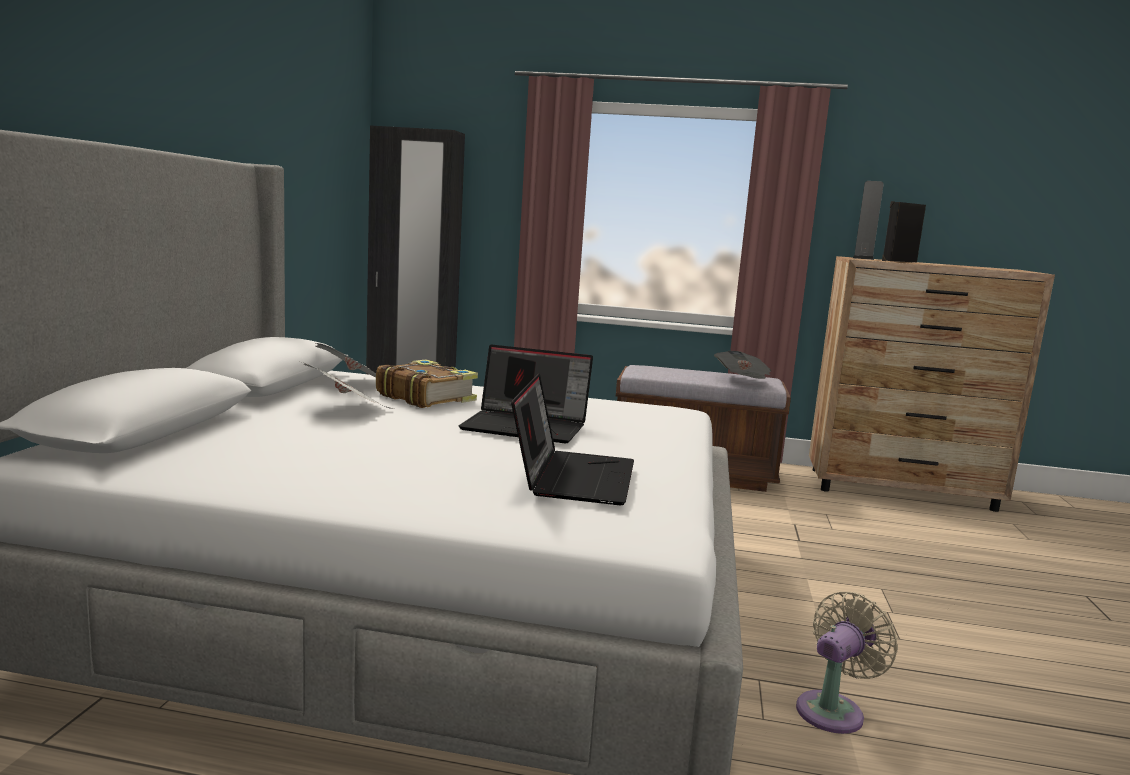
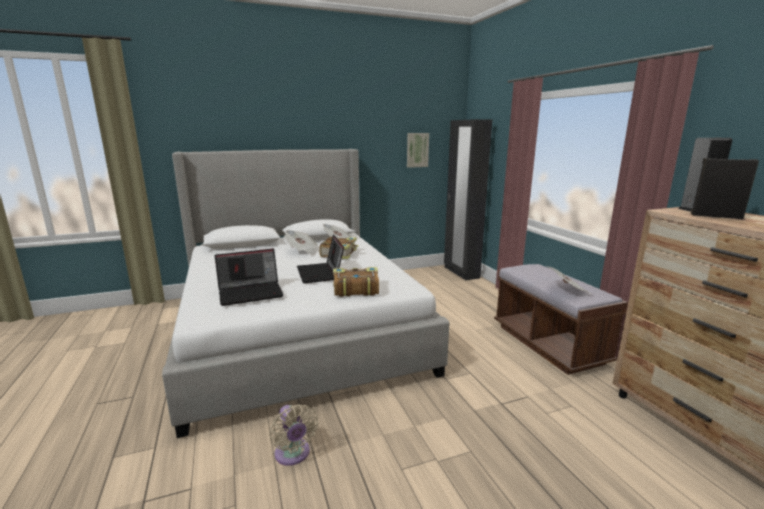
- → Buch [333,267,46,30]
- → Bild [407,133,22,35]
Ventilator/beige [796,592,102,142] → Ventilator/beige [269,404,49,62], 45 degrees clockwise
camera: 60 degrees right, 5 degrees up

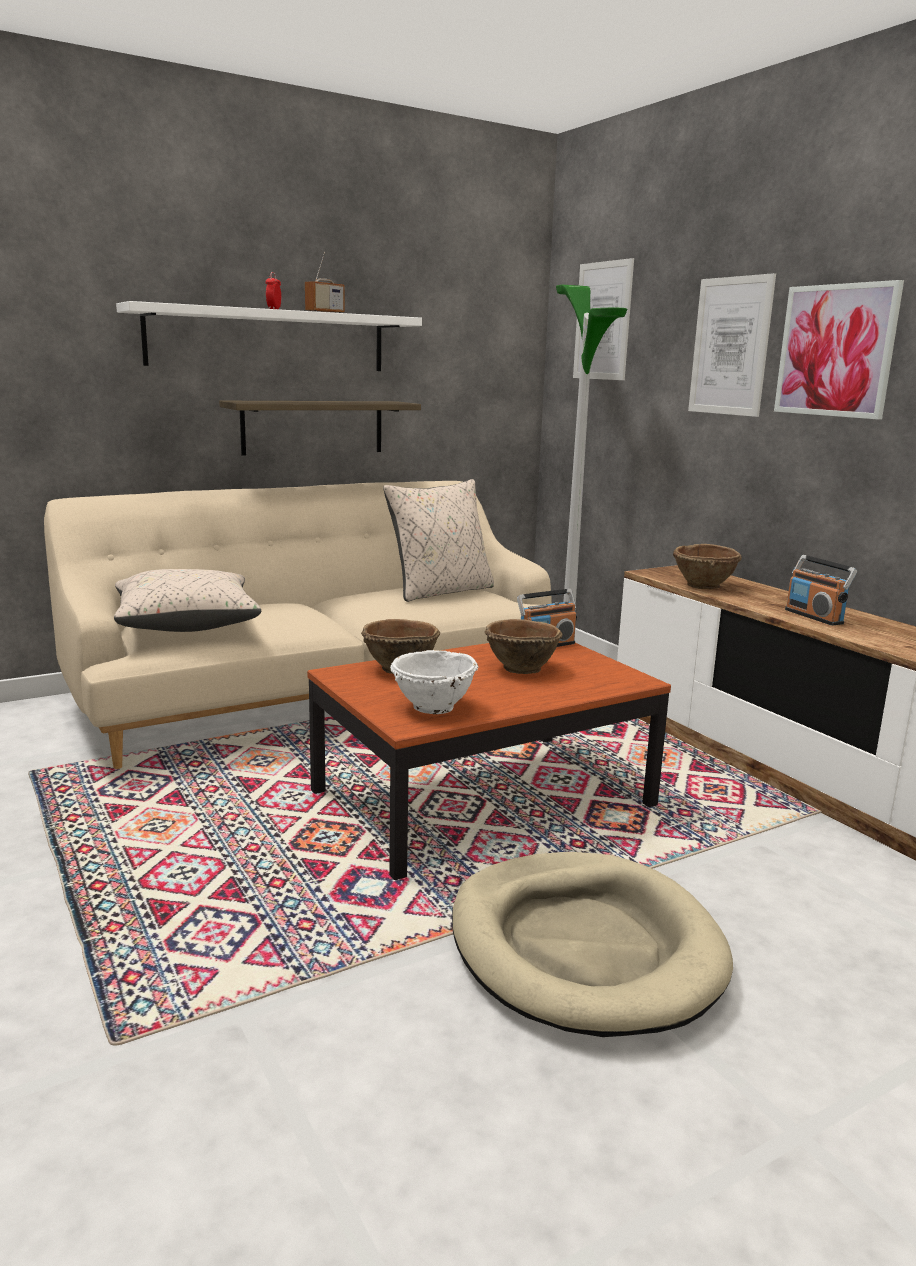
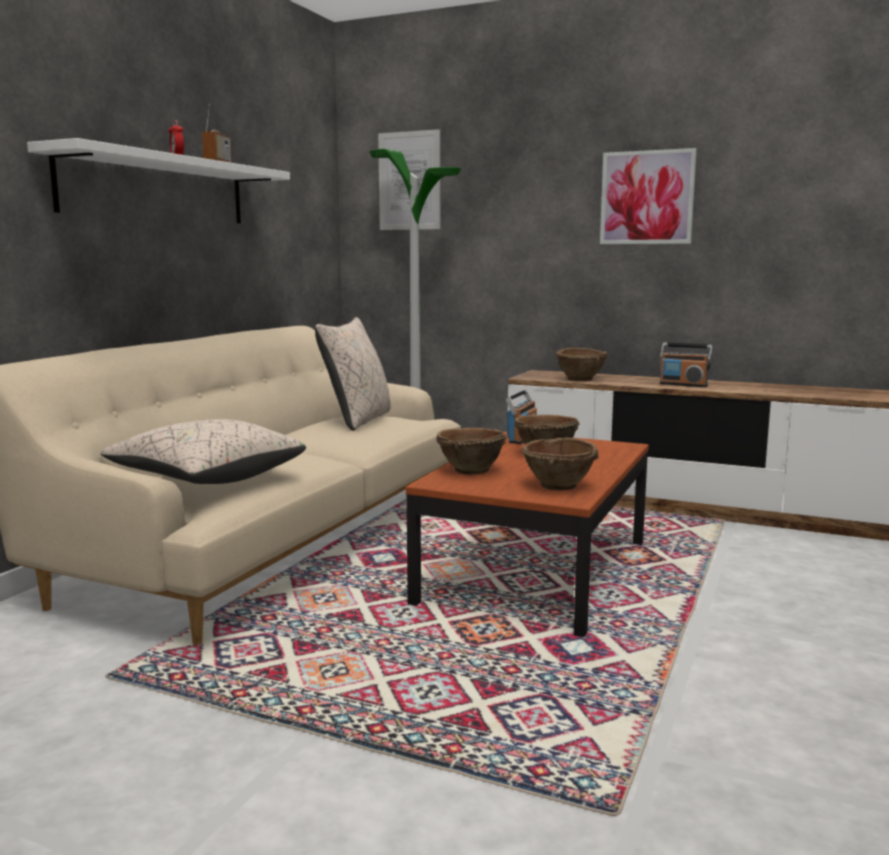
Wandregal [219,401,202,55] → -
Hundebett/beige [452,852,281,185] → -
Bild [688,273,88,144] → -
Schüssel/weiß [390,650,88,64] → Schüssel/braun [521,438,78,52]
camera: 35 degrees left, 5 degrees down

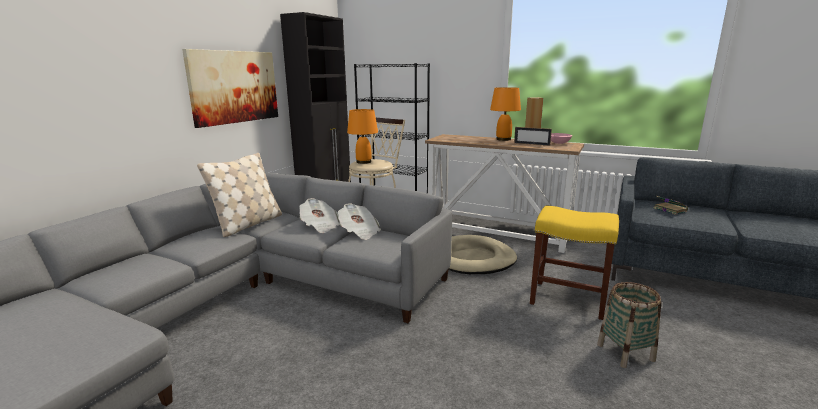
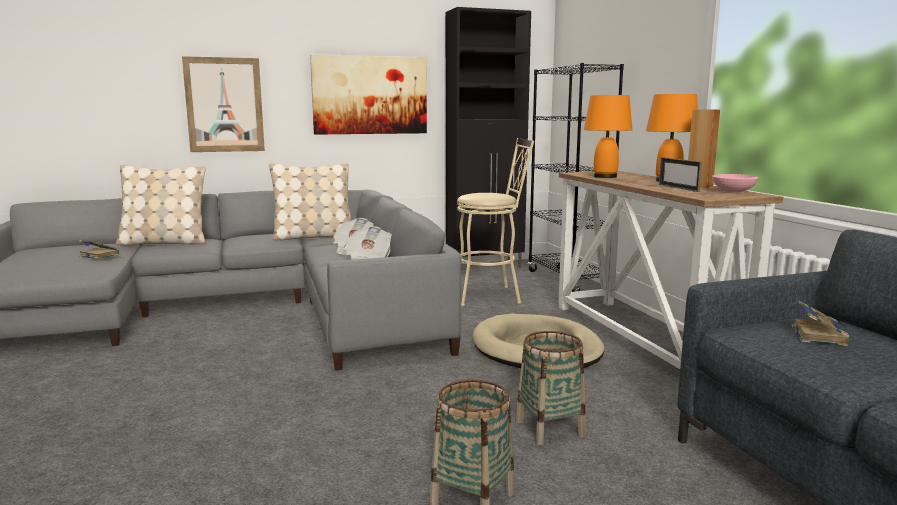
- → Buch [79,240,40,19]
- → Kissen/beige [116,165,90,80]
- → Bild [182,56,83,96]
Tischlampe/orange [347,109,31,55] → Tischlampe/orange [584,95,48,83], relocated
Hocker/gelb [530,206,89,114] → Korb [516,331,70,114]
camera: 45 degrees right, 5 degrees down

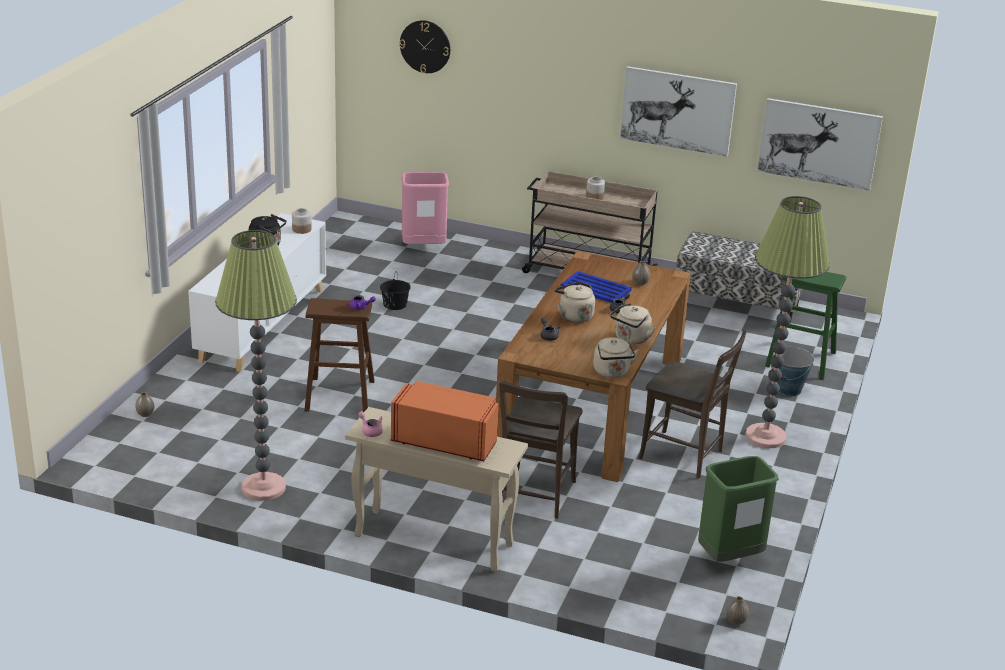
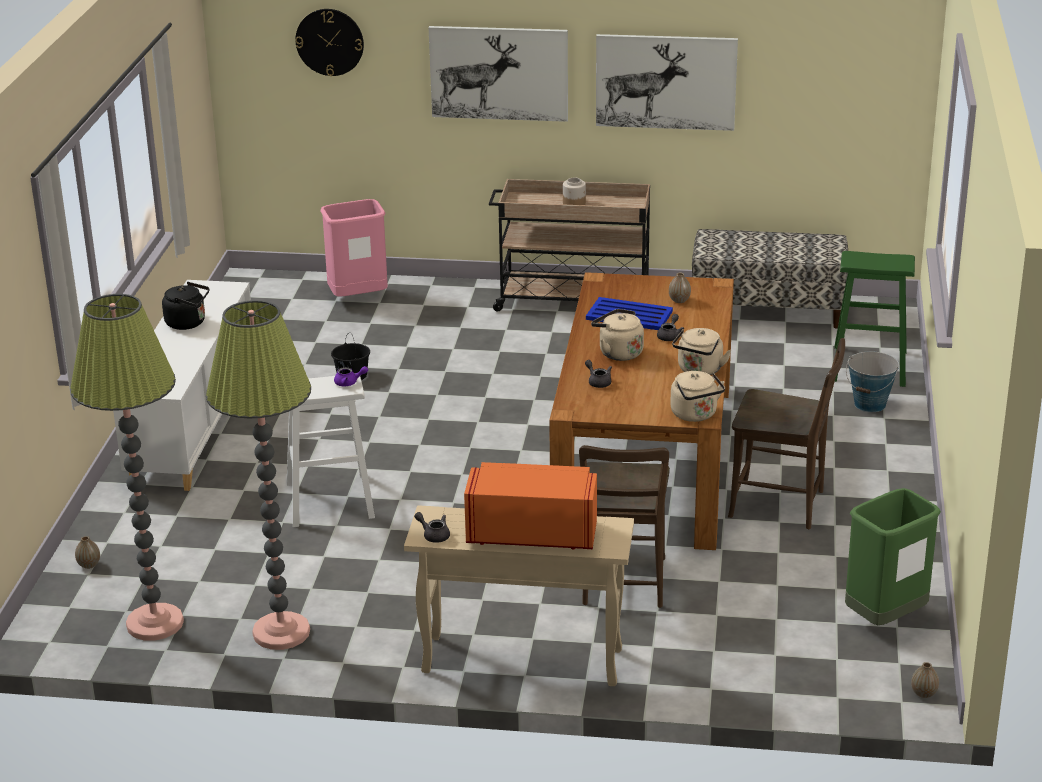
Vorratsglas [292,208,20,26] → -
Stehlampe [745,196,85,252] → Stehlampe [70,294,114,347], relocated
Bild [757,98,126,93] → Bild [429,26,139,96], relocated
Hocker/braun [304,298,71,114] → Hocker/weiß [287,373,88,154]
Teekanne/rosa [358,411,25,26] → Teekanne/grau [414,512,36,31]
camera: 10 degrees left, 0 degrees up

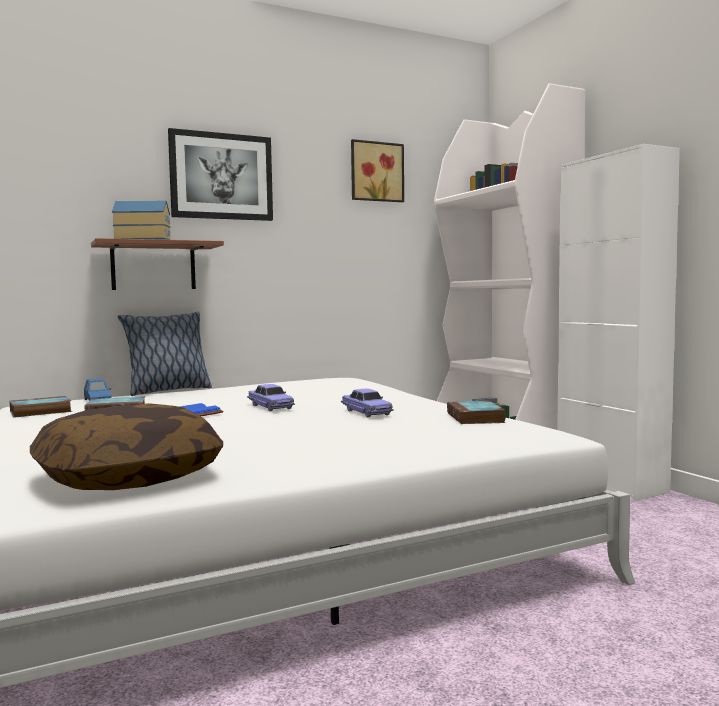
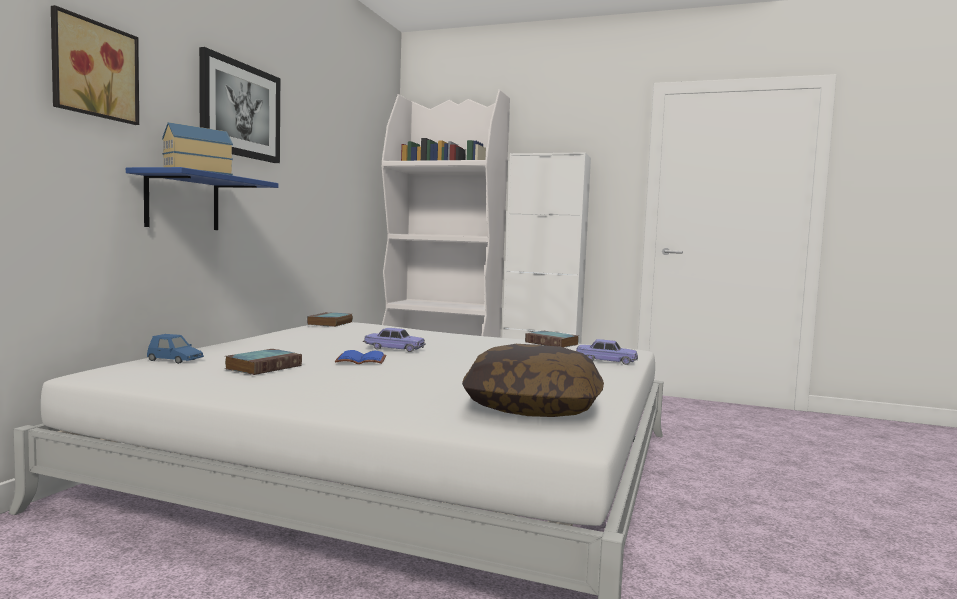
Kissen [118,311,94,85] → -
Buch [10,396,62,22] → Buch [307,312,46,15], relocated
Spielzeugauto [341,388,53,29] → Spielzeugauto [576,339,62,26], relocated
Bild [351,139,53,63] → Bild [51,5,88,120], relocated
Wandregal/braun [91,238,133,52] → Wandregal/blau [126,167,152,63]
camera: 45 degrees left, 0 degrees up

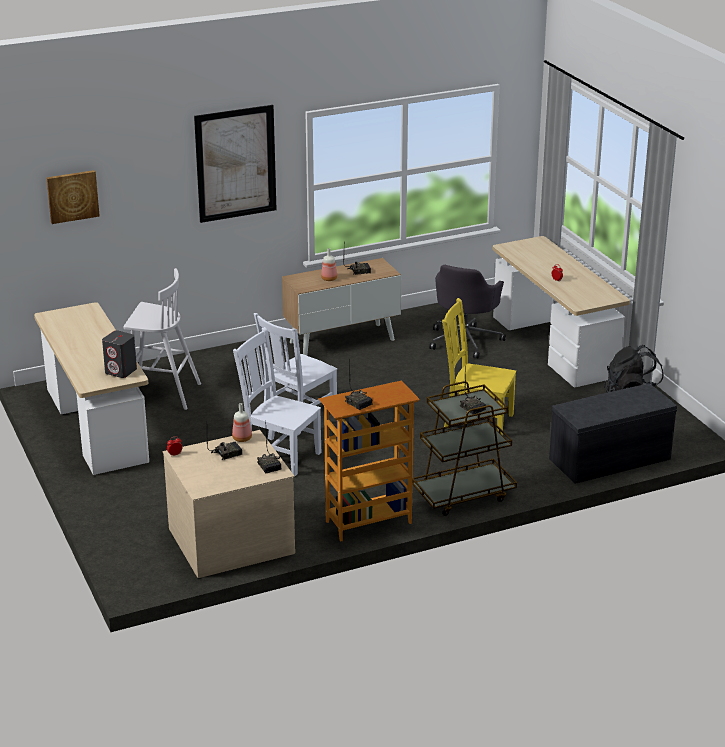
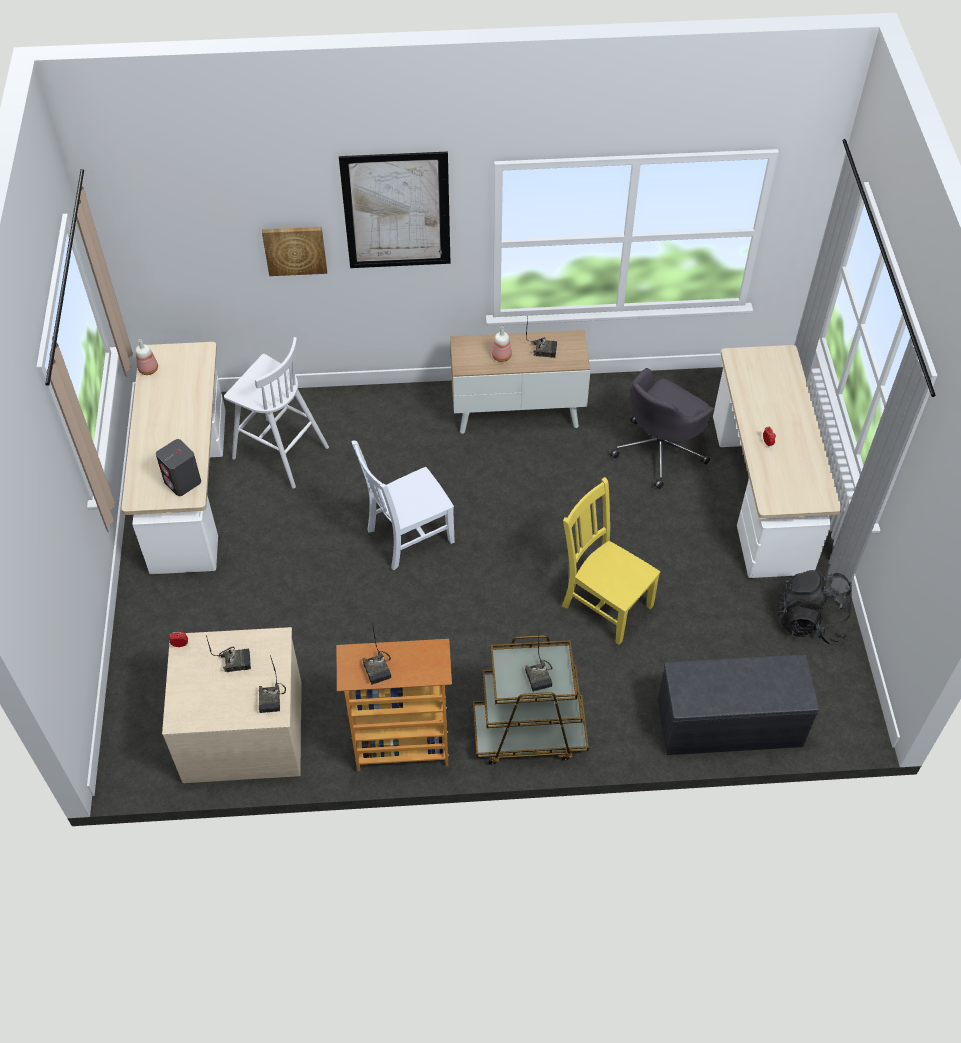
Stuhl/weiß [233,327,88,149] → -
Bild [46,170,54,54] → Bild [262,227,65,49], relocated
Flasche [232,403,20,39] → Flasche [136,339,22,36], relocated
camera: 20 degrees right, 25 degrees up

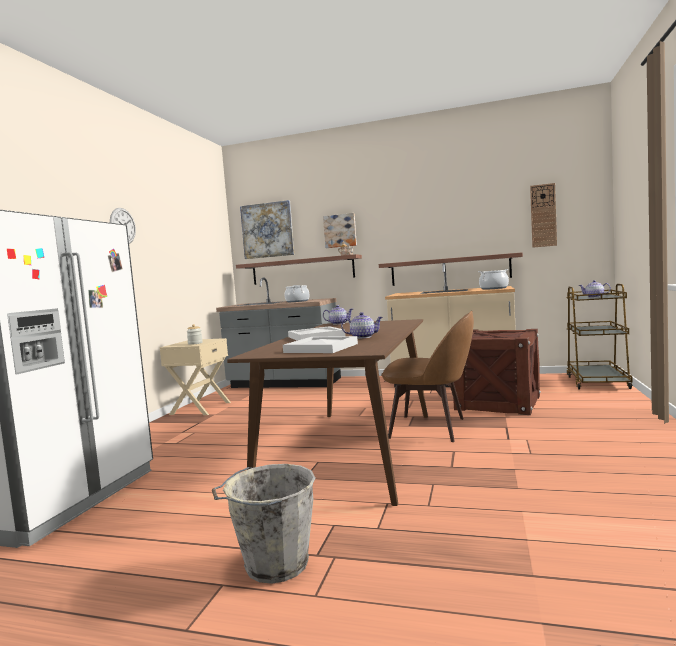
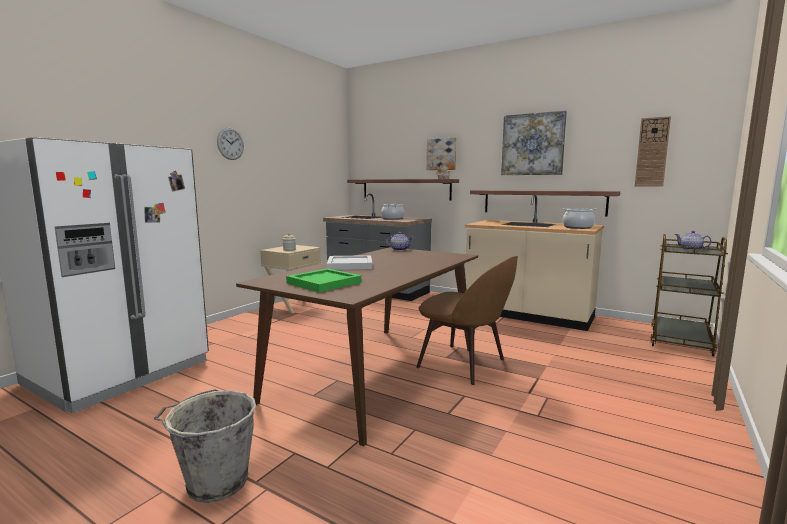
Teekanne [341,312,42,26] → -
Kiste [453,329,88,86] → -
Bild [240,200,54,59] → Bild [501,110,66,65], relocated
Tablett/weiß [283,336,75,17] → Tablett/grün [286,269,75,23]
camera: 15 degrees right, 5 degrees up

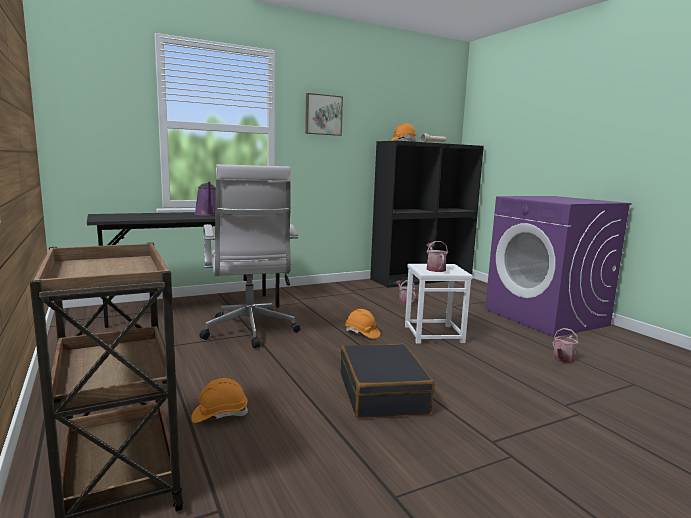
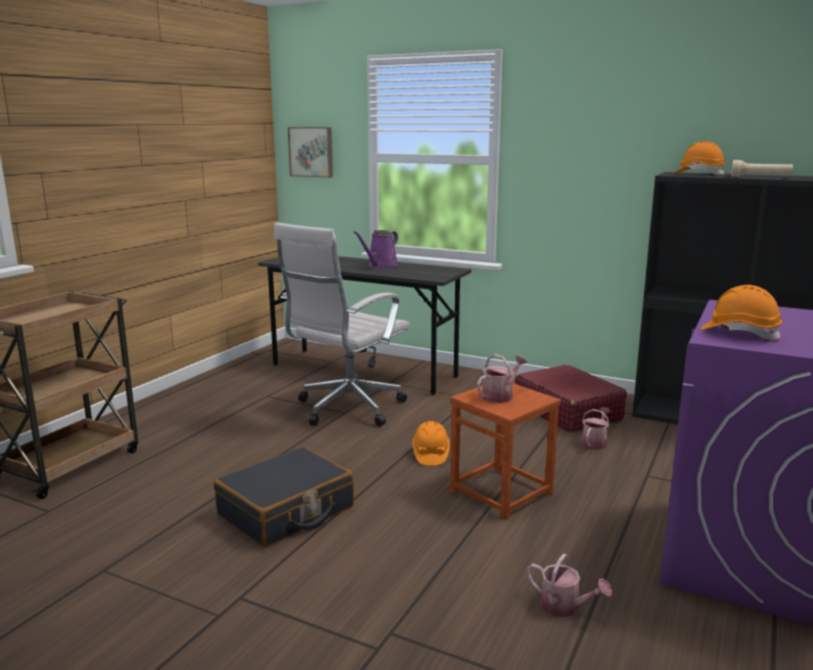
- → Koffer/rot [515,365,112,67]
Schutzhelm/orange [191,378,57,45] → Schutzhelm/orange [701,285,81,55], relocated
Bild [305,93,38,43] → Bild [288,127,45,51], relocated
Hocker/weiß [405,264,68,80] → Hocker/braun [450,383,111,137]
Gießkanne [552,328,27,35] → Gießkanne [527,554,85,63], 150 degrees counterclockwise
camera: 55 degrees right, 5 degrees up

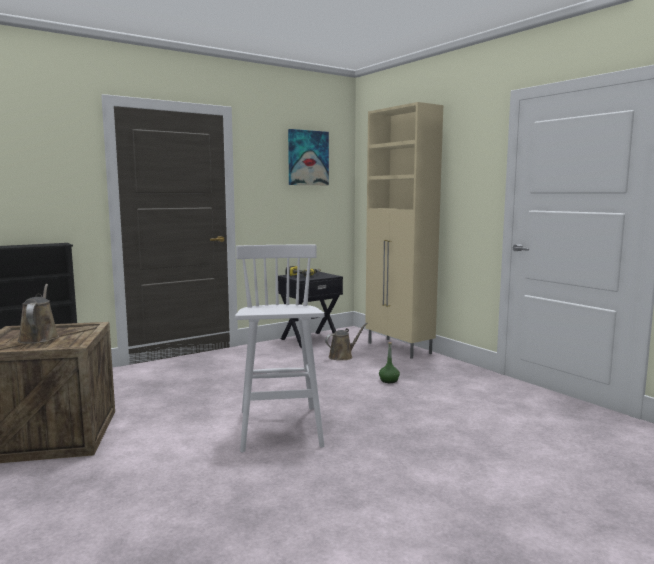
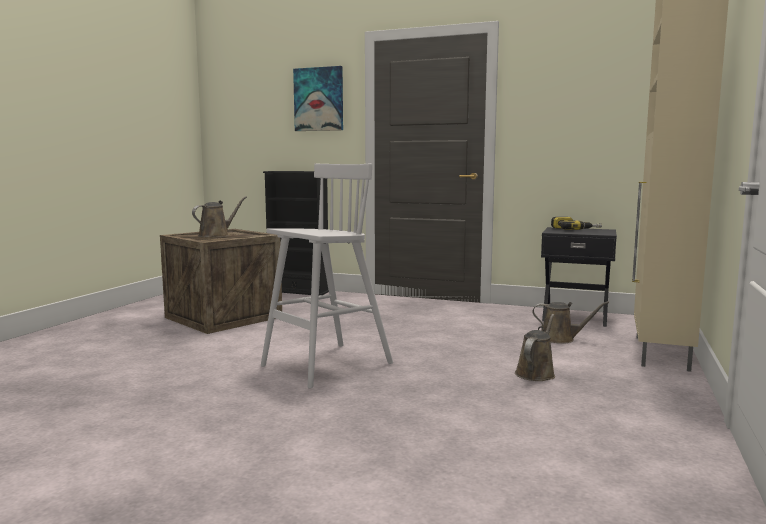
Bild [288,129,41,56] → Bild [293,66,50,65], relocated
Flasche/grün [379,342,21,41] → Gießkanne/braun [515,314,40,67]
camera: 55 degrees right, 0 degrees up

